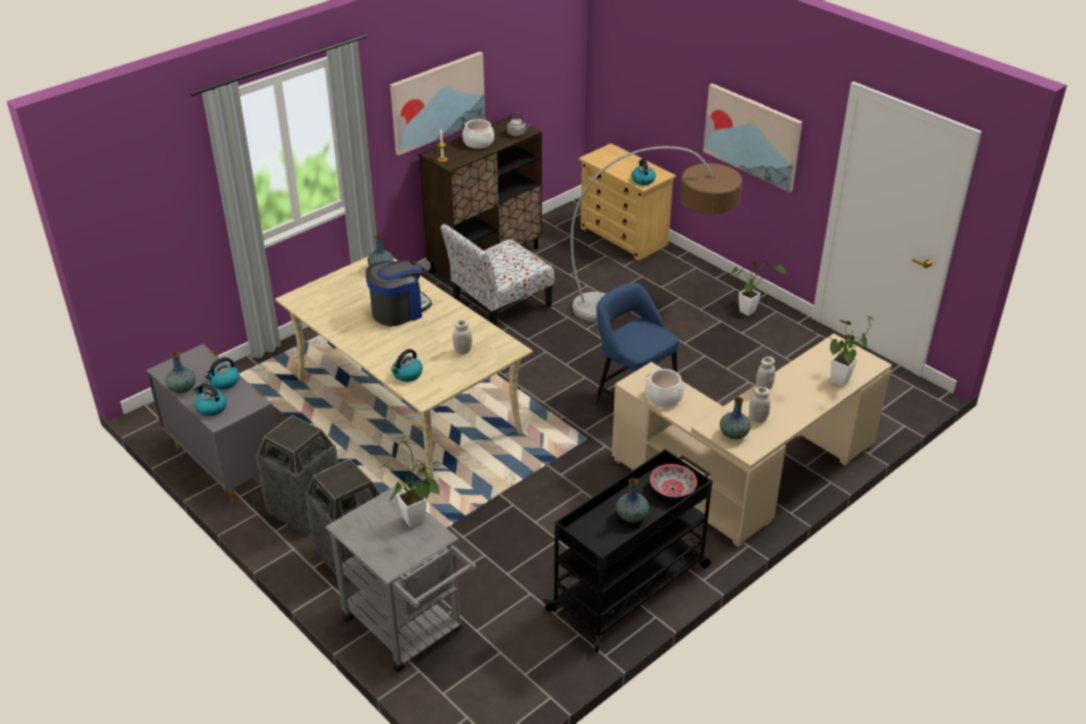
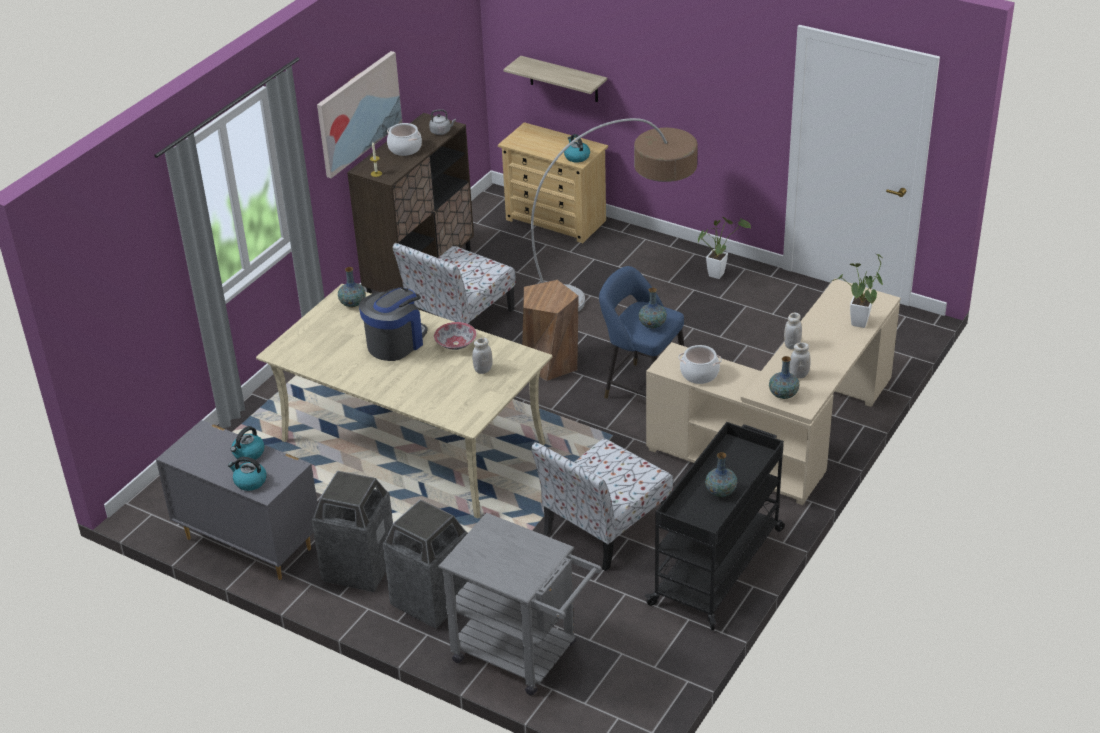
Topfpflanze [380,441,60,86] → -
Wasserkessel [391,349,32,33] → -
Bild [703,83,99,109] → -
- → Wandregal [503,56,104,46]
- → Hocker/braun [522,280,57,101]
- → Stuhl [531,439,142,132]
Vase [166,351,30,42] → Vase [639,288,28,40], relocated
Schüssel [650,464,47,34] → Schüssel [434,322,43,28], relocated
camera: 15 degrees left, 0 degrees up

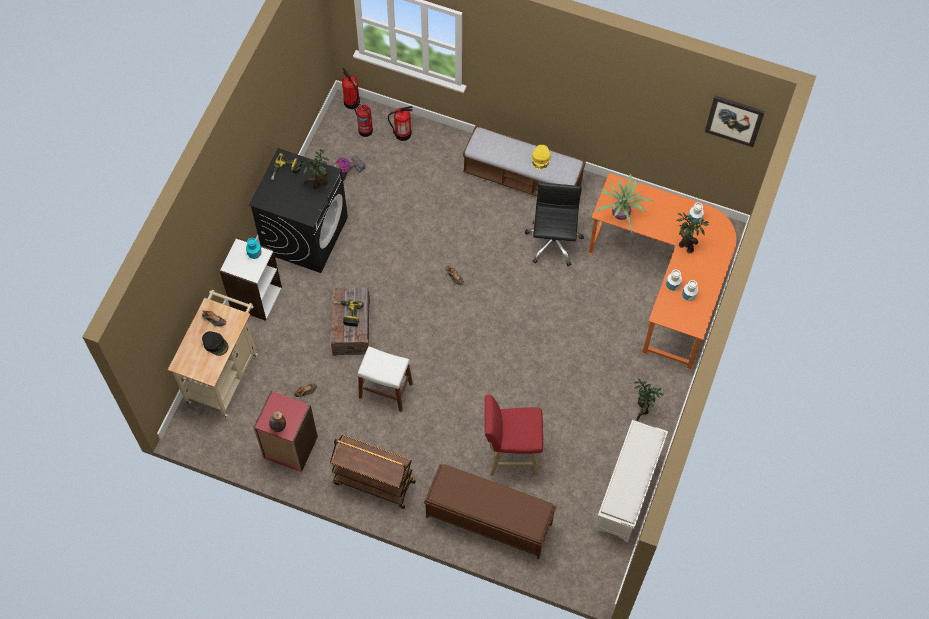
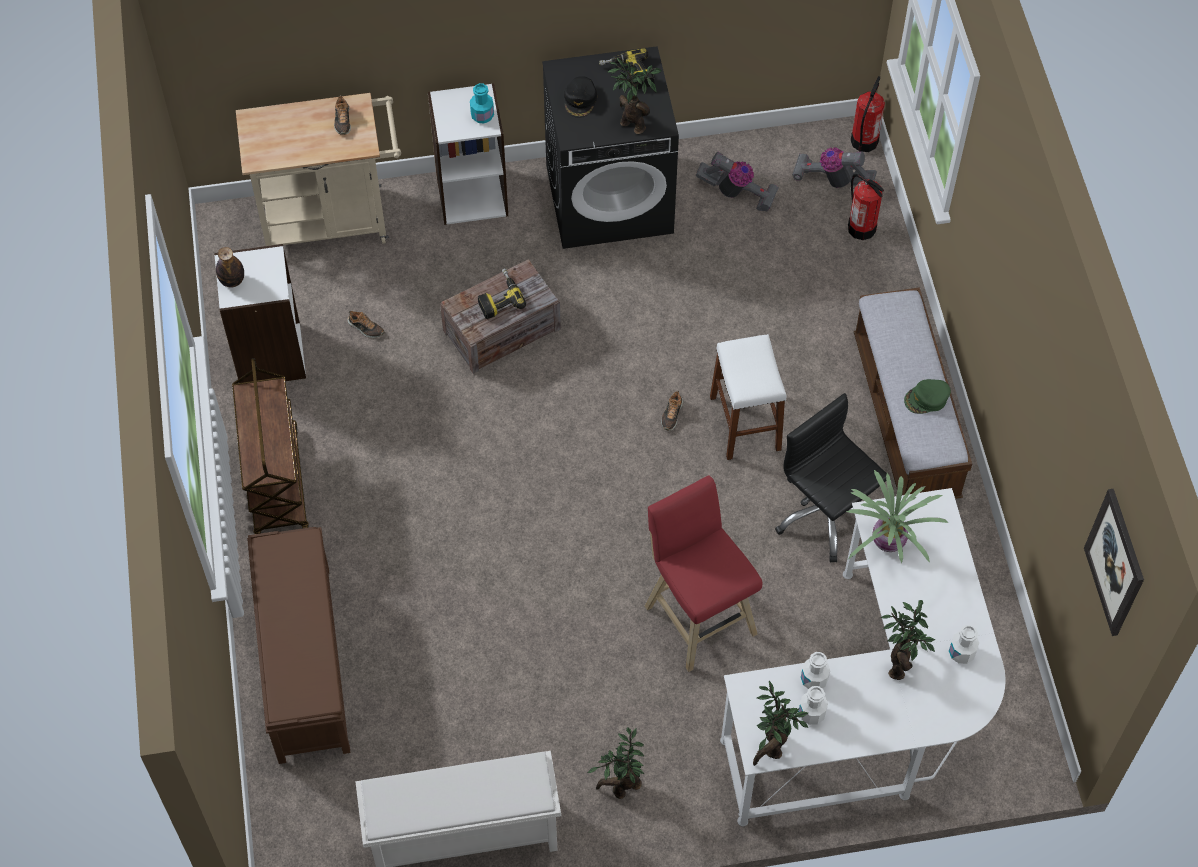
- → Topfpflanze [753,681,55,85]
Kappe/schwarz [202,331,26,25] → Kappe/schwarz [564,76,33,42], relocated
Hocker/weiß [357,347,56,65] → Hocker/weiß [710,334,77,126], relocated
Hocker/rot [485,395,58,81] → Hocker/rot [645,475,117,197], relocated
Feuerlöscher [353,101,20,36] → Staubsauger [792,147,85,41]
Bücherregal/rot [253,391,65,81] → Bücherregal/weiß [214,244,92,139]
Kappe/gelb [532,145,19,25] → Kappe/grün [904,379,47,35]
Schreibtisch/orange [588,173,149,197] → Schreibtisch/weiß [720,488,285,338]
Bürostuhl/schwarz [525,182,59,84] → Bürostuhl/schwarz [775,393,112,170], 105 degrees counterclockwise
camera: 60 degrees right, 5 degrees down

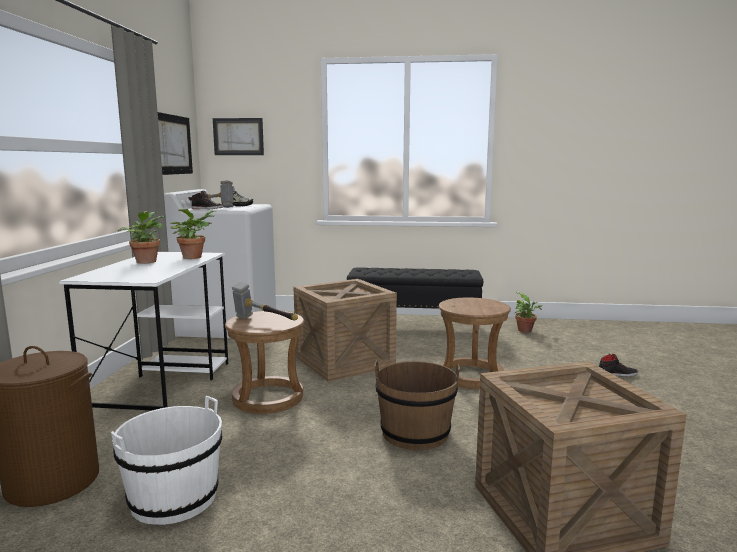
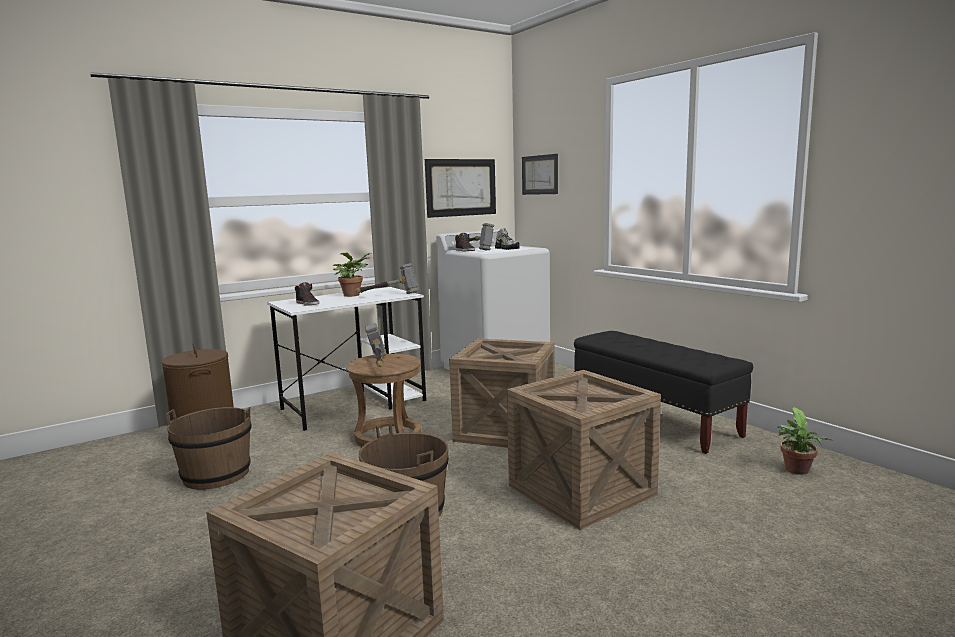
Schuh/schwarz [599,354,39,23] → Schuh/schwarz [295,282,24,24], relocated
Topfpflanze [170,209,46,50] → Hammer [356,263,62,31]
Hocker/braun [439,297,72,92] → Kiste [507,370,154,160]
Eimer/weiß [111,396,111,129] → Eimer/braun [166,407,86,83]
camera: 50 degrees right, 0 degrees up

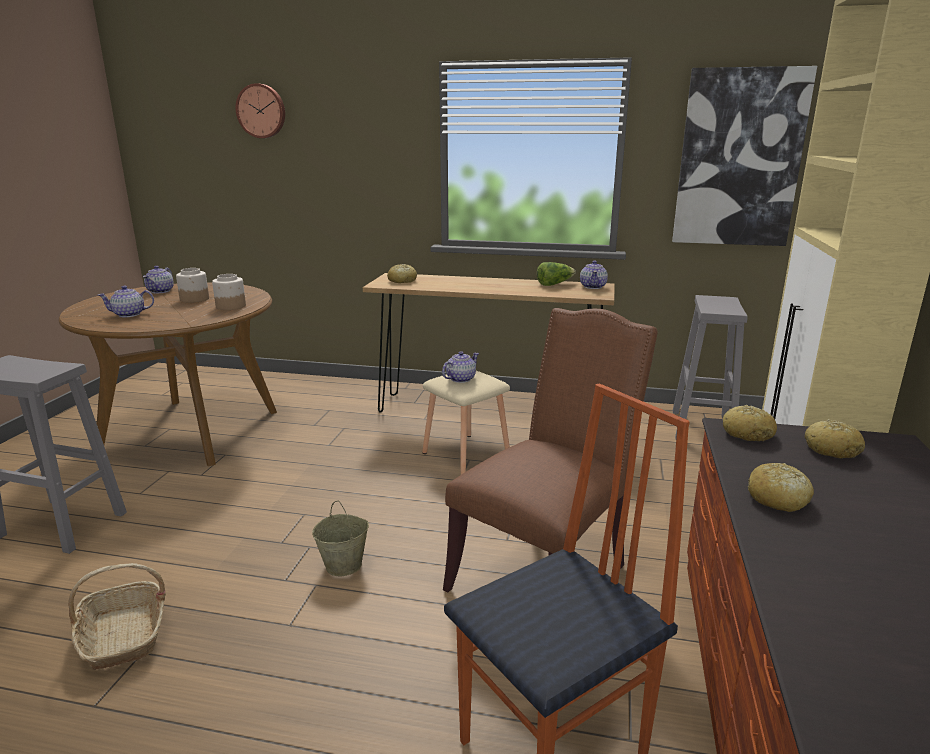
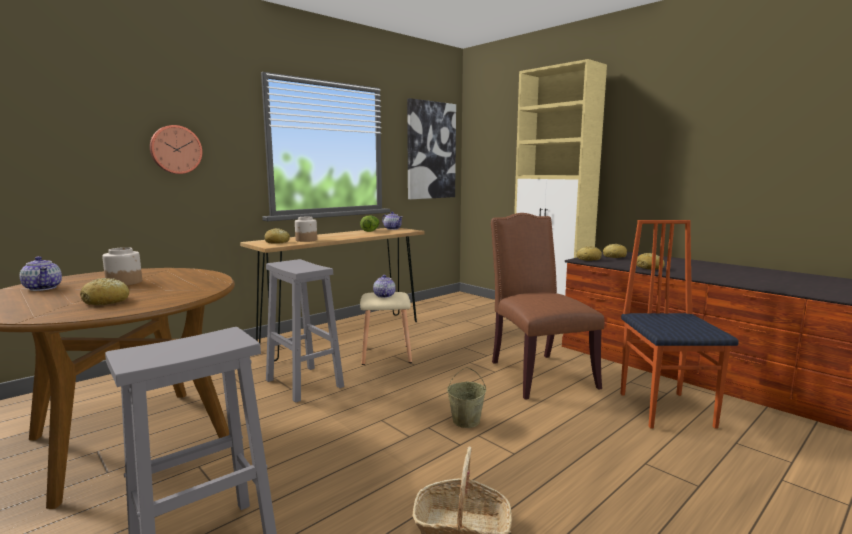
Vorratsglas [212,274,34,36] → Vorratsglas [295,217,22,25], relocated
Wanduhr [235,83,50,55] → Wanduhr [150,125,52,49], relocated
Hocker/grau [673,295,75,144] → Hocker/grau [266,259,78,144], relocated
Teekanne [98,286,56,31] → Brot [80,278,49,27]
camera: 55 degrees left, 10 degrees down

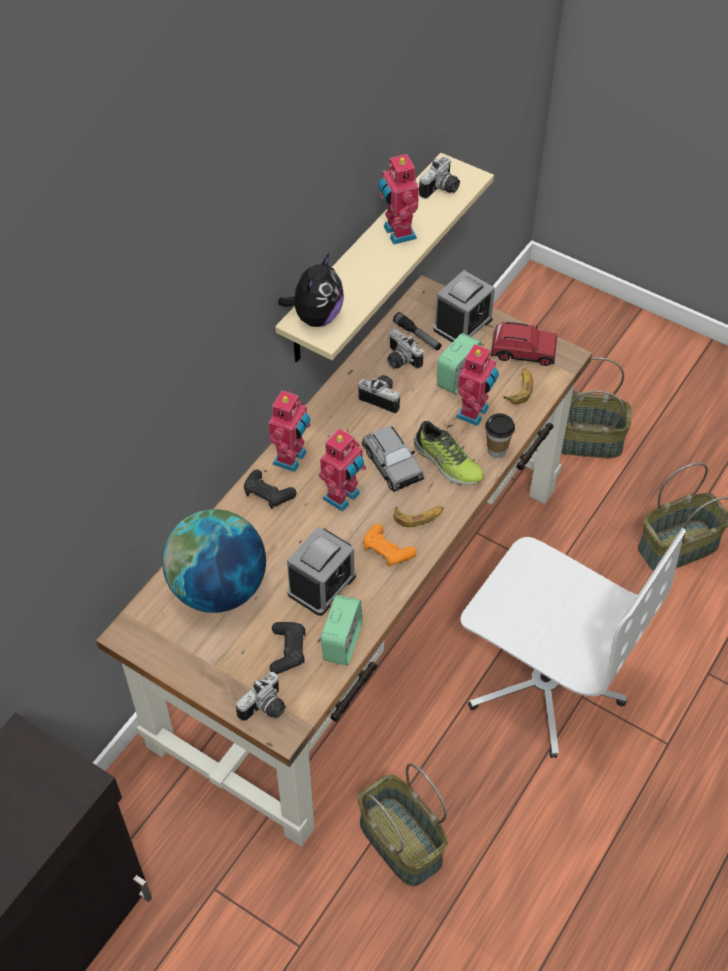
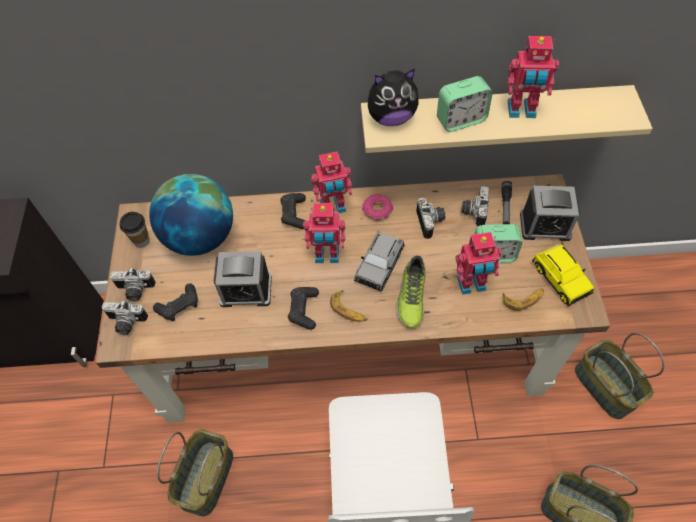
- → Donut [362,194,31,27]
Wecker [321,595,42,71] → Wecker [437,76,56,56], relocated
Kamera [419,156,41,43] → Kamera [110,268,46,34], relocated
Tasse [485,413,30,45] → Tasse [119,212,31,36], relocated
Gamepad/orange [363,524,54,43] → Gamepad/schwarz [288,287,31,43]
Spielzeugauto/rot [491,322,66,44] → Spielzeugauto/gelb [532,244,63,62]
Spielzeugroboter [378,152,41,93] → Spielzeugroboter [507,36,52,82], 120 degrees counterclockwise
camera: 55 degrees right, 5 degrees up

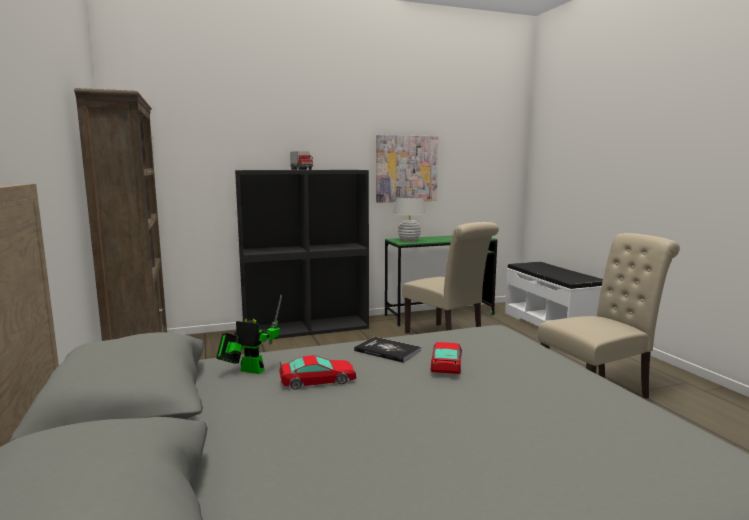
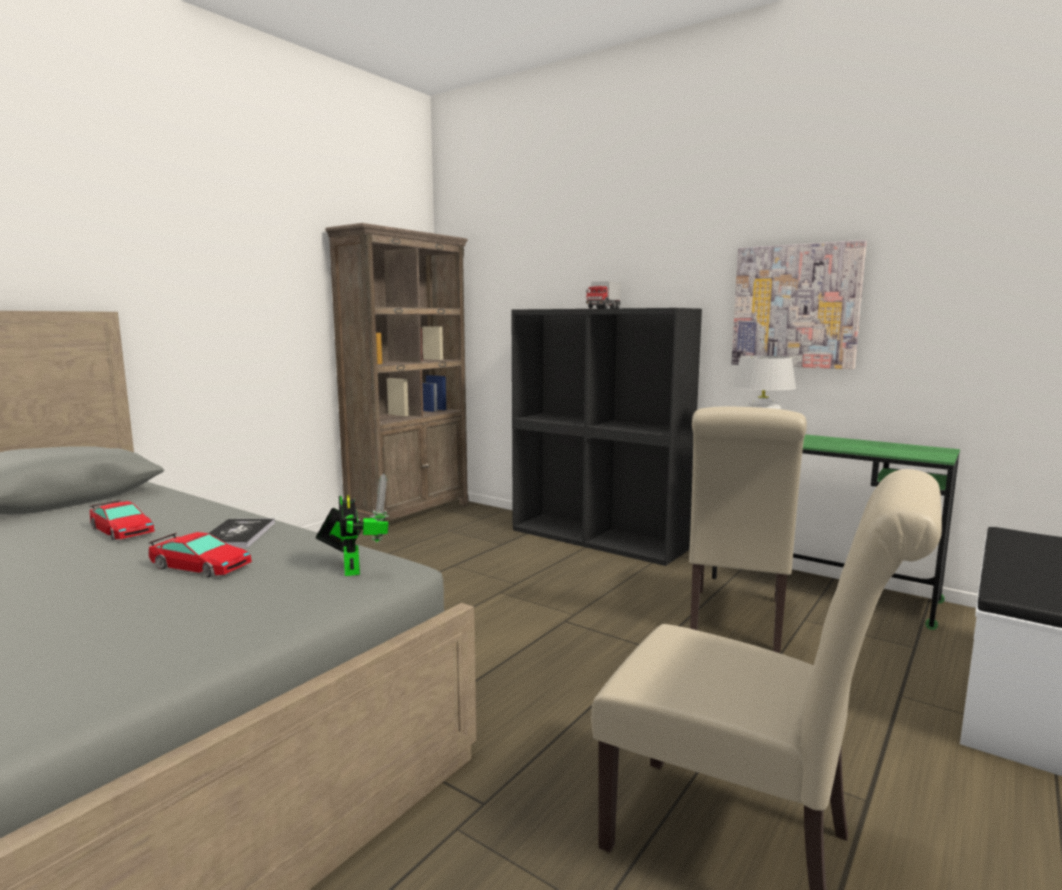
Spielzeugroboter [216,295,66,79] → Spielzeugroboter [316,473,73,103], relocated
Spielzeugauto [431,342,31,32] → Spielzeugauto [148,532,104,45], 45 degrees clockwise
camera: 55 degrees right, 0 degrees up

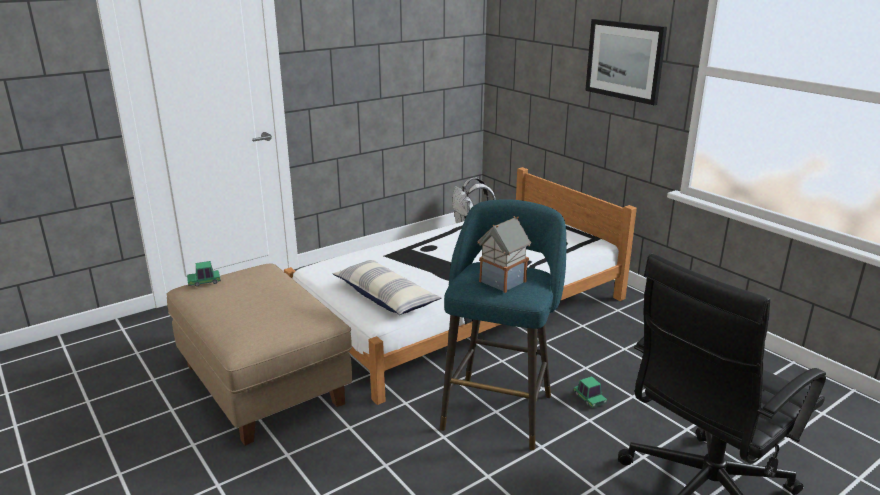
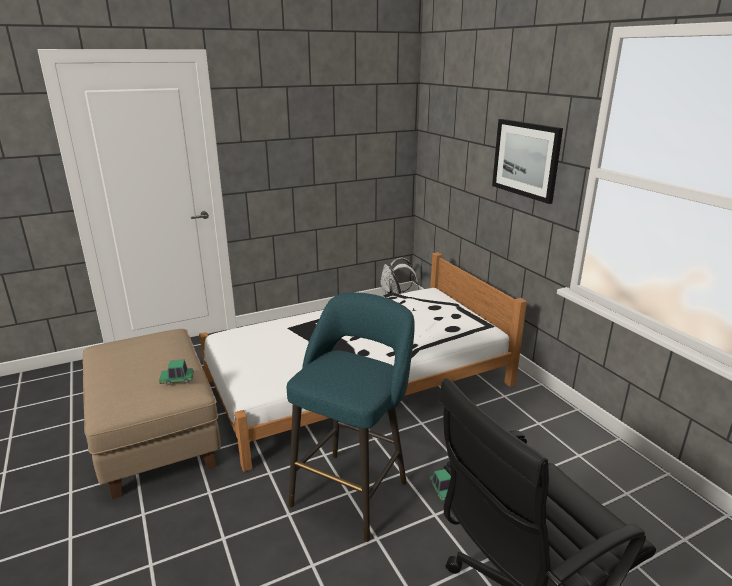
Kissen [333,260,109,55] → -
Spielzeughaus [478,216,53,77] → -
Spielzeugauto [187,261,34,26] → Spielzeugauto [159,359,35,26], relocated
camera: 10 degrees right, 0 degrees up

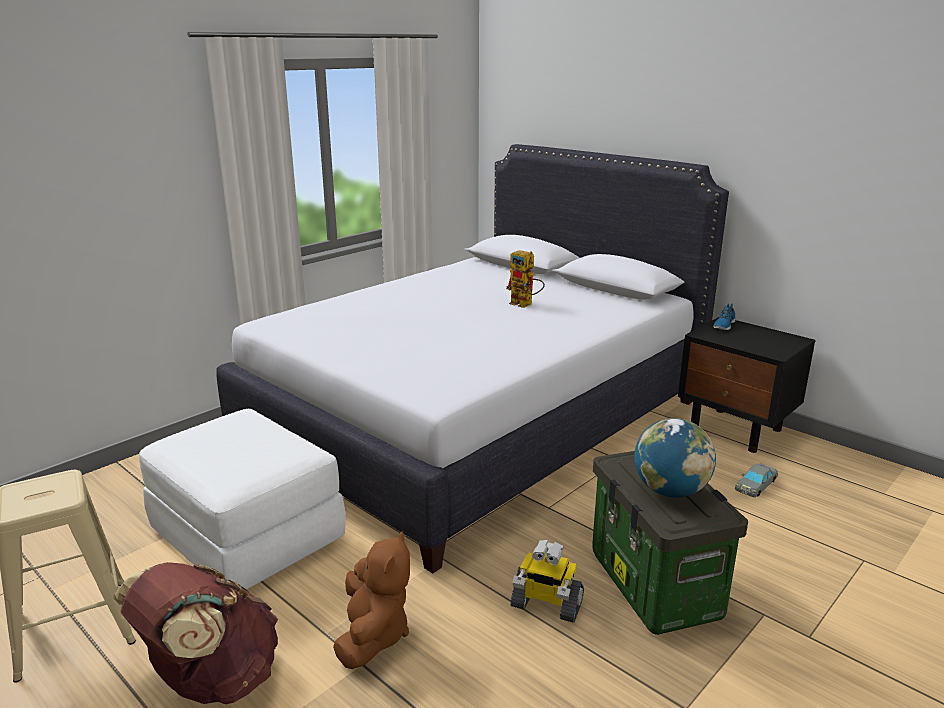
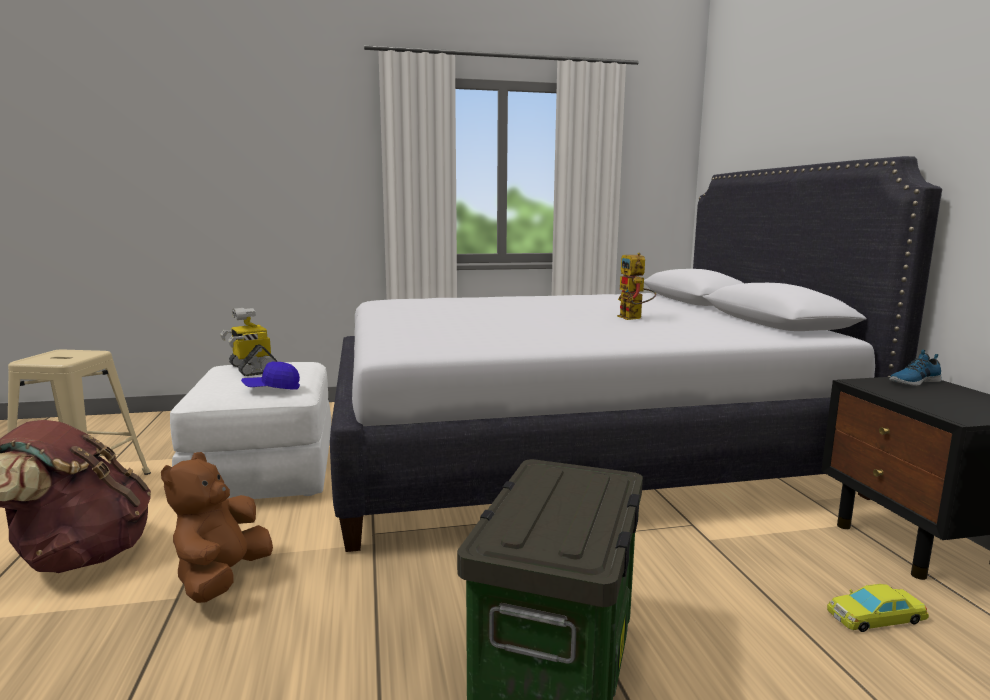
Globus [634,418,82,80] → -
- → Kappe/blau [241,362,59,28]
Spielzeugroboter [510,540,74,83] → Spielzeugroboter [220,307,57,69], relocated
Spielzeugauto/grau [735,463,43,34] → Spielzeugauto/gelb [827,584,102,48]
Plüschtier/braun [333,531,77,138] → Plüschtier/braun [161,452,112,151], 150 degrees clockwise
camera: 35 degrees right, 10 degrees down

